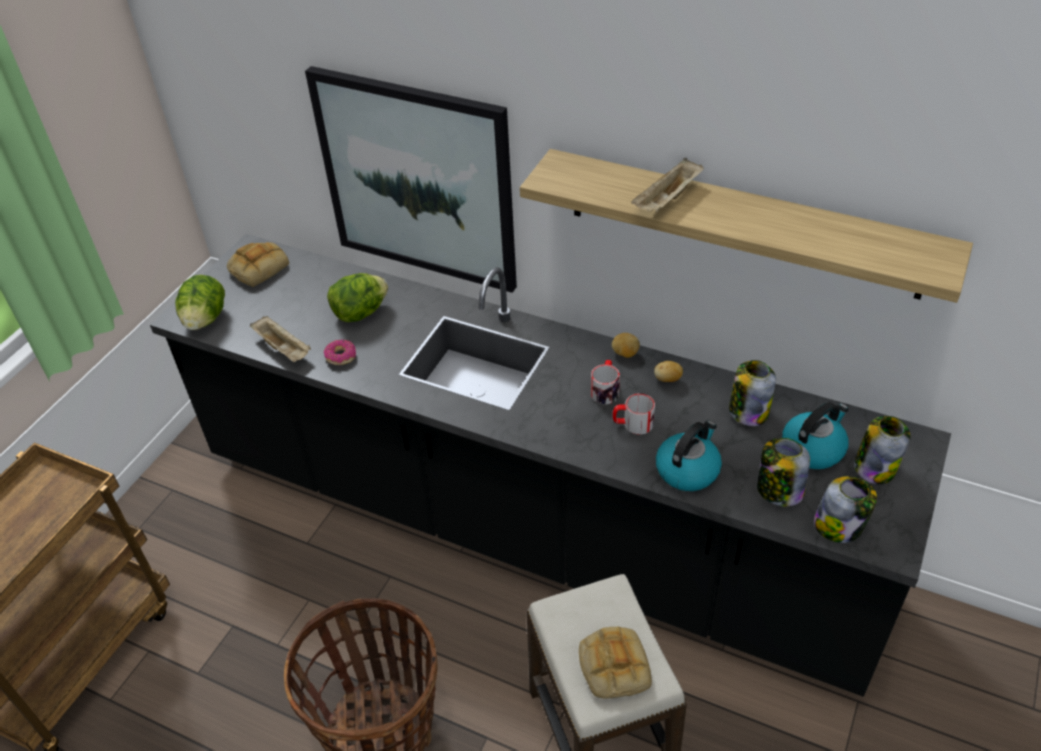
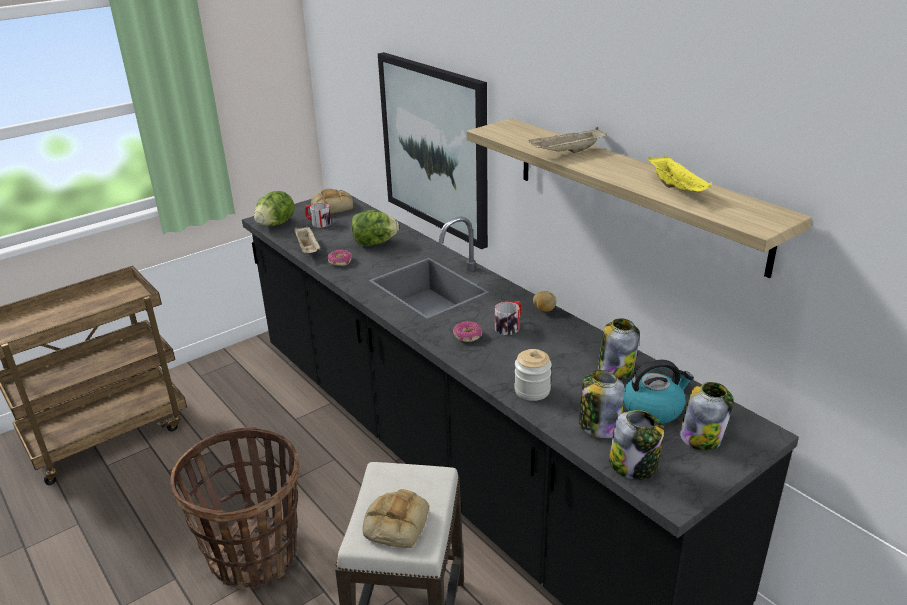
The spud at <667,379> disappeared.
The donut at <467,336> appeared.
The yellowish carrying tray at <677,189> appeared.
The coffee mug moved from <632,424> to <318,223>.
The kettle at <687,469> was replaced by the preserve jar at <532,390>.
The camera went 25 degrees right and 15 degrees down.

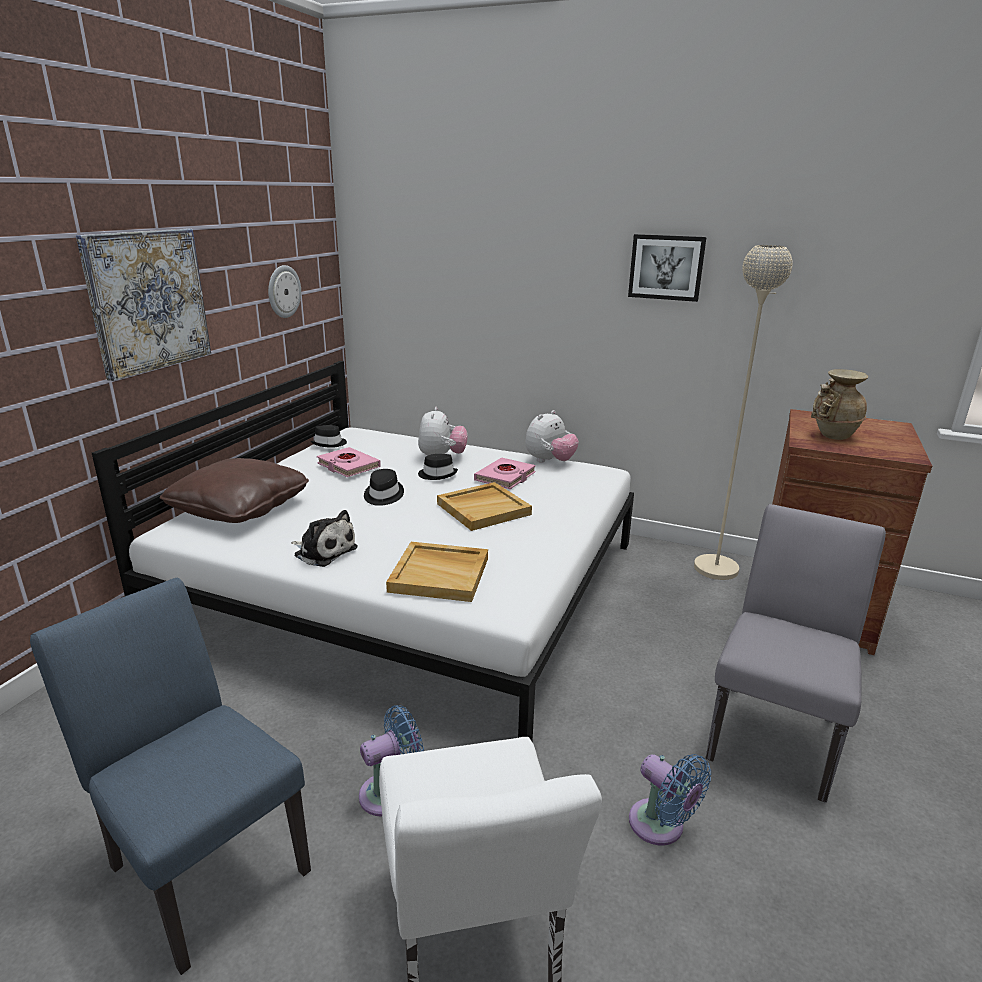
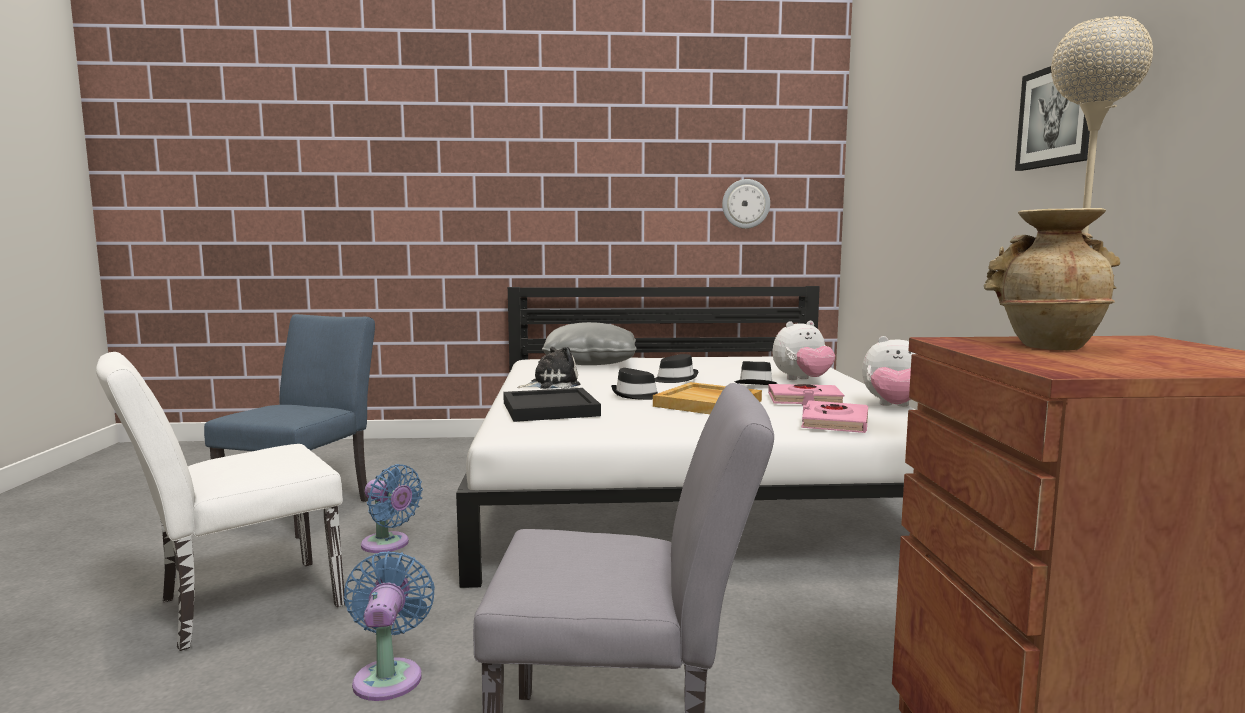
The wall art at <148,301> disappeared.
The black-coloured wearable hat moved from <330,444> to <636,396>.
The pink-coloured volume moved from <348,466> to <834,423>.
The brown-coloured pillow at <240,508> became the greyish pillow at <590,363>.
The beige carrying tray at <440,574> became the black-coloured carrying tray at <551,409>.
The plush toy at <323,551> turned 120 degrees counterclockwise.
The blue-coloured electric fan at <661,826> turned 150 degrees clockwise.
The camera went 65 degrees right and 15 degrees down.

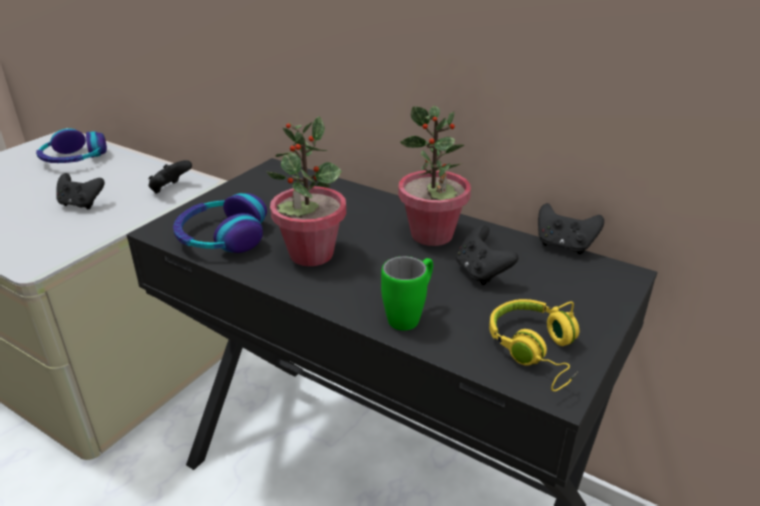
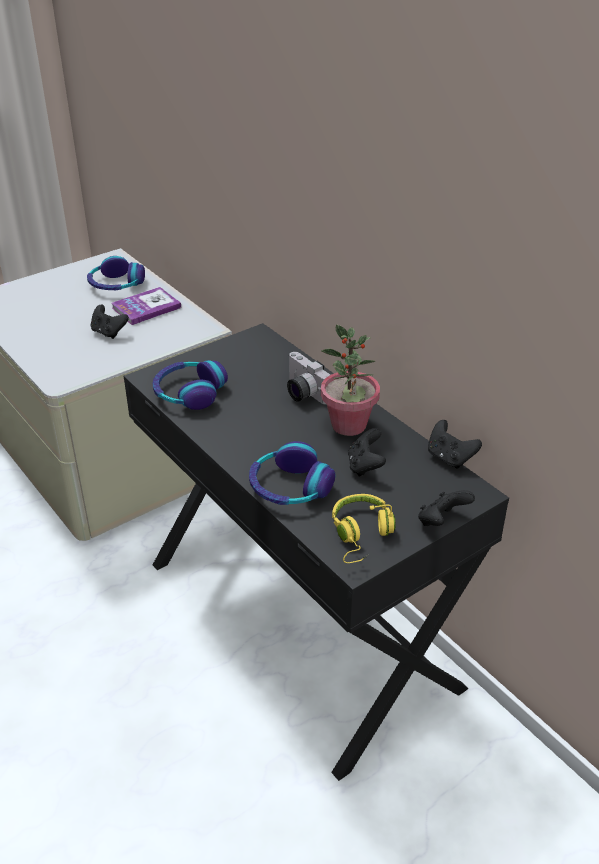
The plant in a pot at <311,254> disappeared.
The volume at <146,307> appeared.
The photo camera at <302,393> appeared.
The black-coloured gamepad moved from <170,189> to <441,522>.
The green-coloured coffee mug at <410,315> was replaced by the pair of headphones at <289,487>.
The camera went 20 degrees right and 5 degrees up.

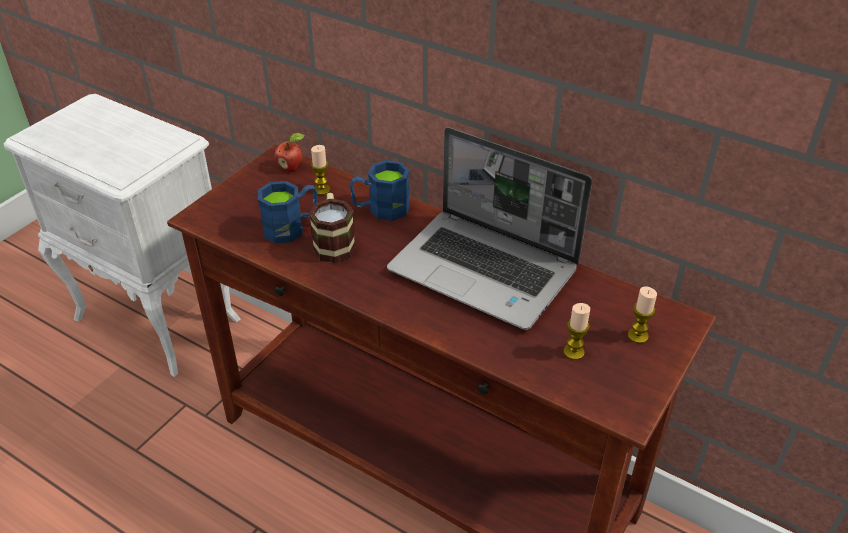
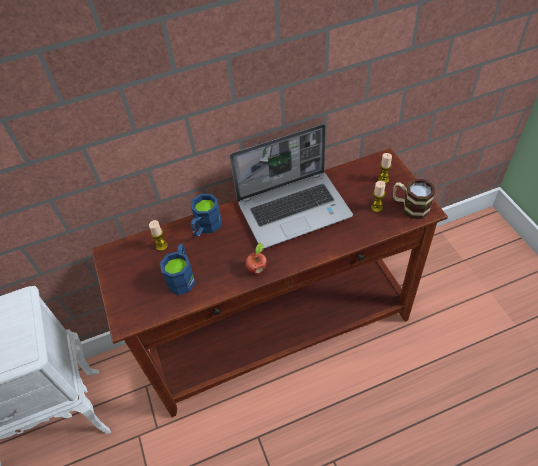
The apple fruit moved from <291,167> to <257,268>.
The coffee mug moved from <334,243> to <410,207>.
The camera went 50 degrees left and 10 degrees up.

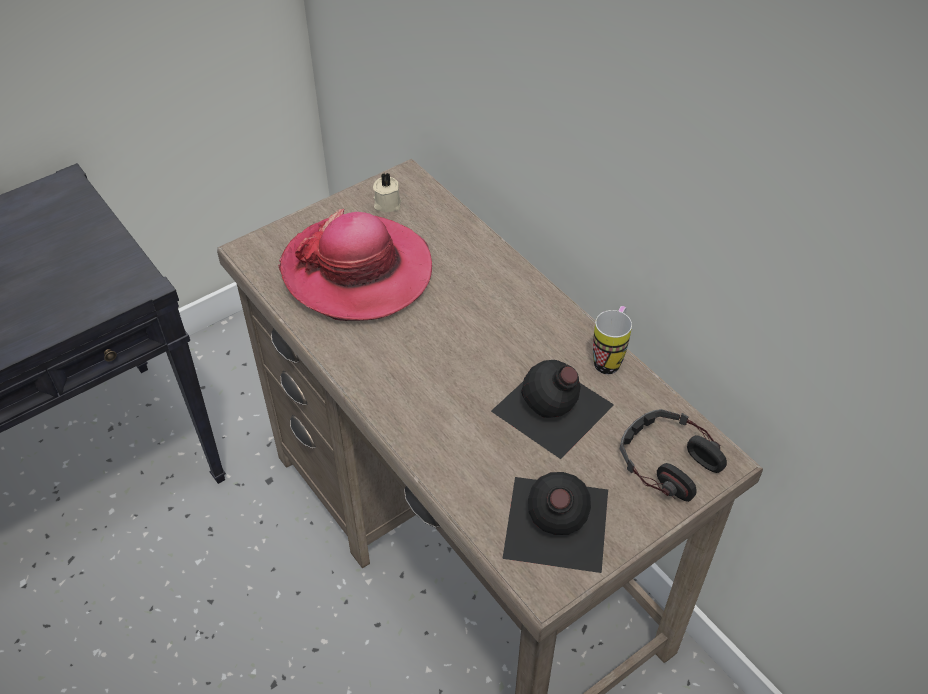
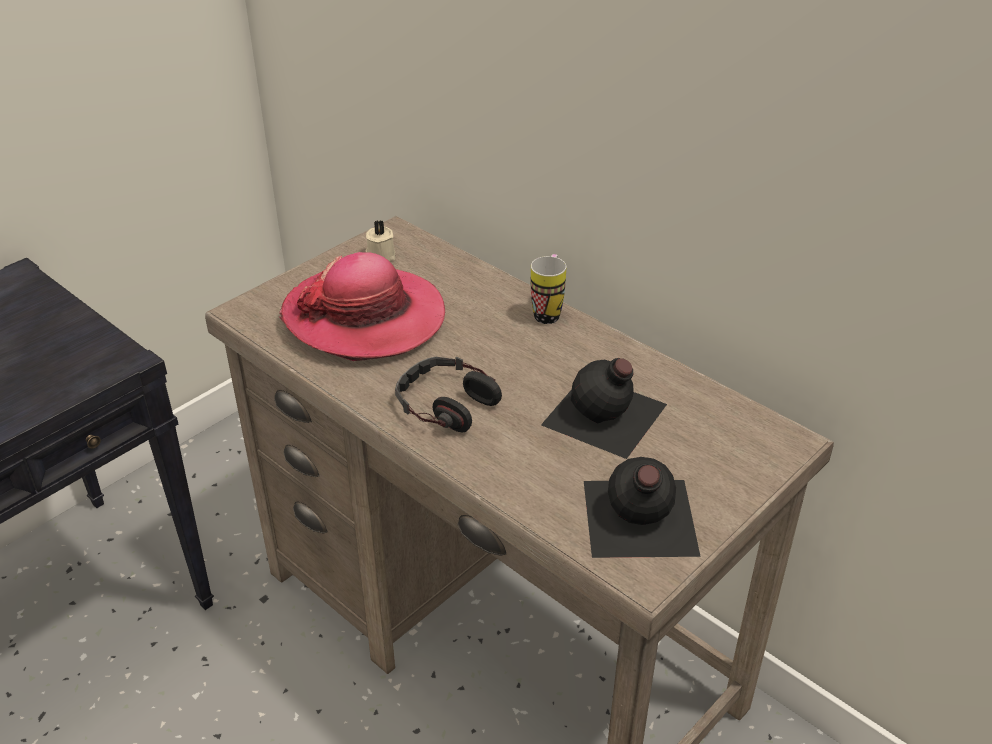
The coffee mug moved from <609,358> to <548,312>.
The pair of headphones moved from <667,462> to <446,404>.
The camera went 10 degrees left and 10 degrees down.

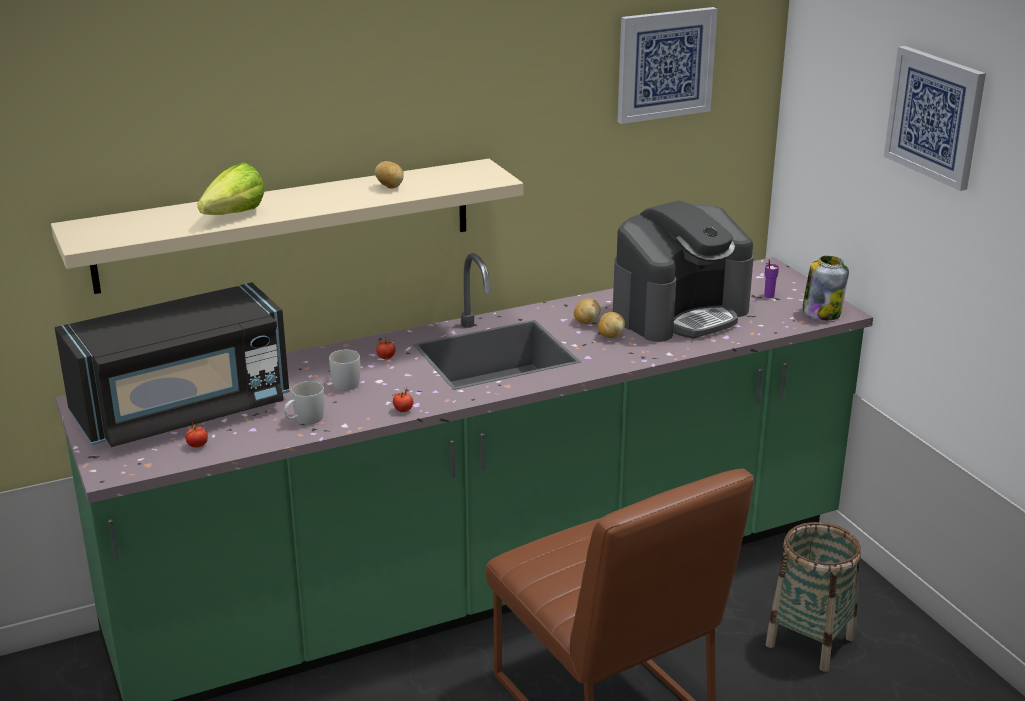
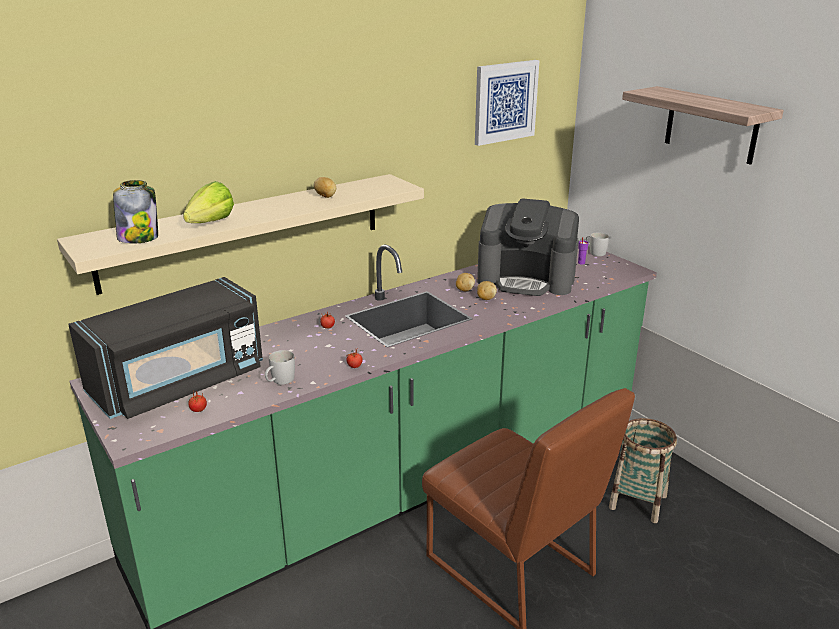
The white-coloured coffee mug moved from <343,382> to <594,252>.
The preserve jar moved from <821,313> to <139,238>.
The wall art at <935,116> was replaced by the bracket shelf at <711,125>.
The coffee brewer at <680,313> turned 60 degrees clockwise.
The camera went 10 degrees left and 0 degrees up.

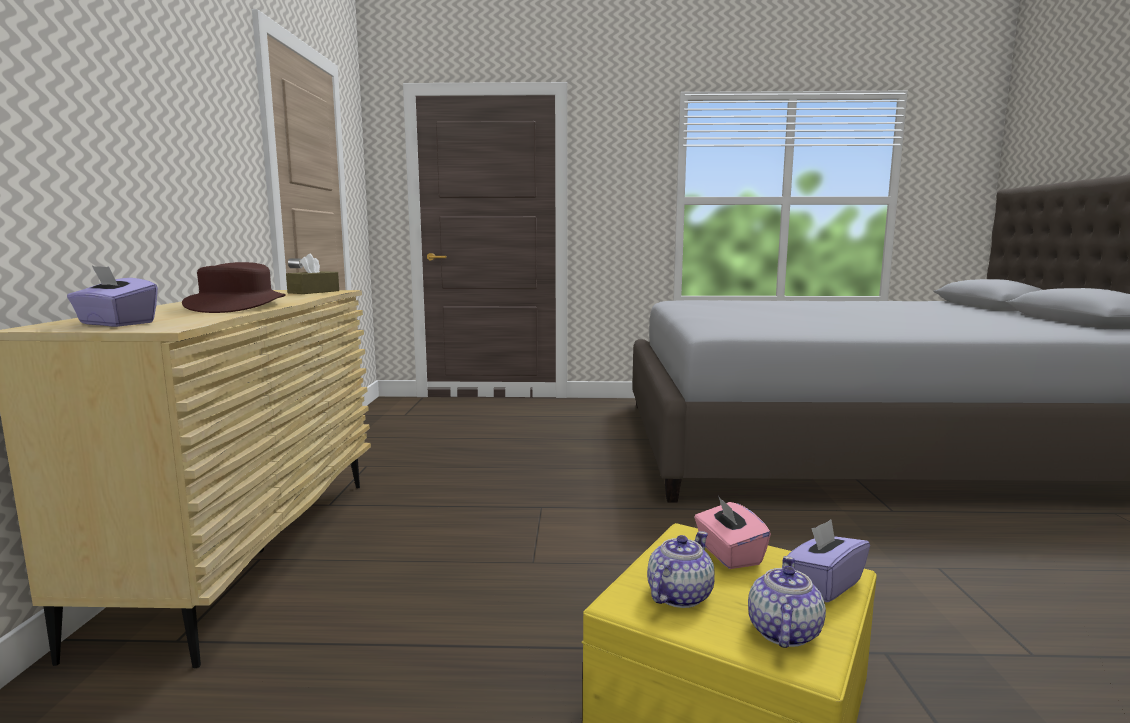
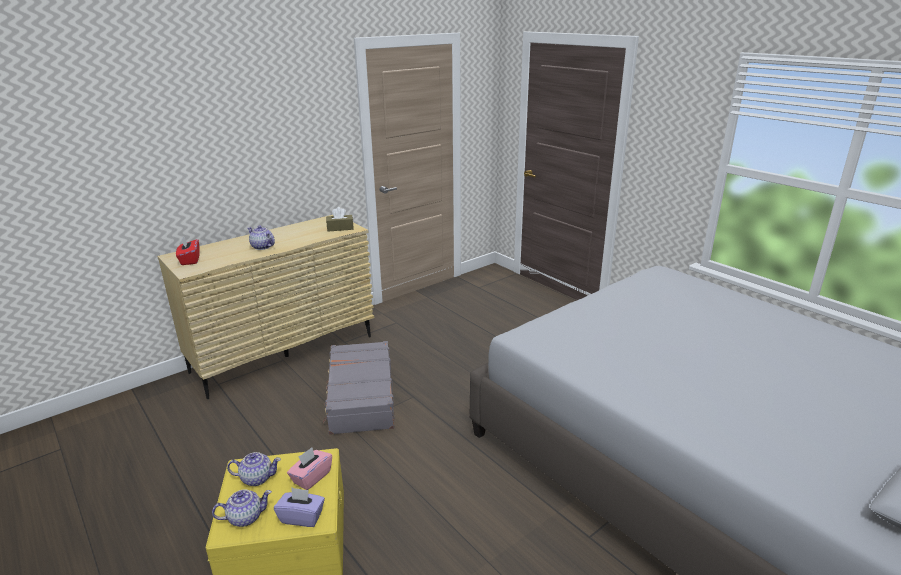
The greyish piece of luggage at <360,397> appeared.
The brown-coloured wearable hat at <237,306> was replaced by the pot for tea at <262,247>.
The purplish tissue box at <116,324> became the red tissue box at <190,260>.
The camera went 50 degrees right and 15 degrees up.

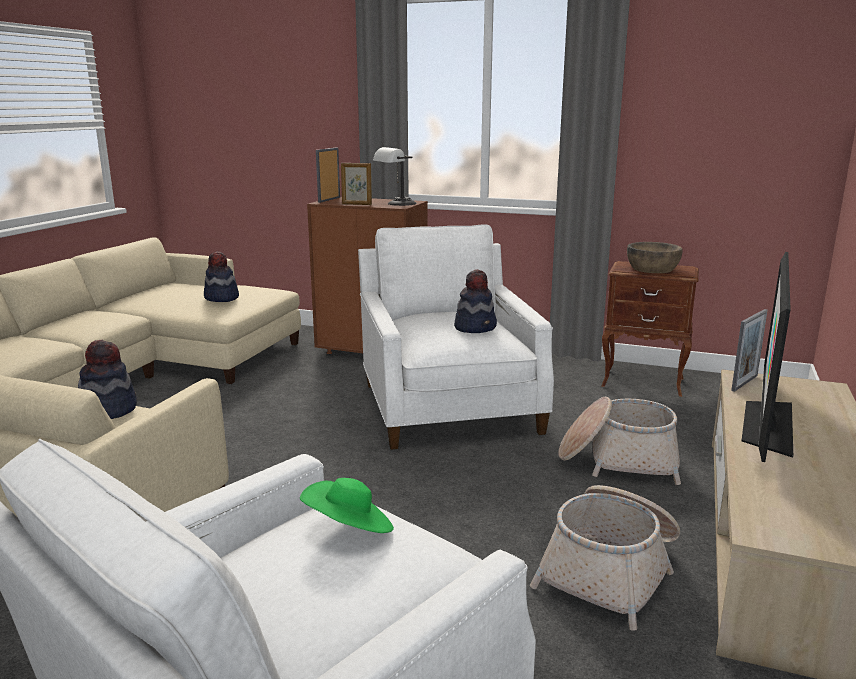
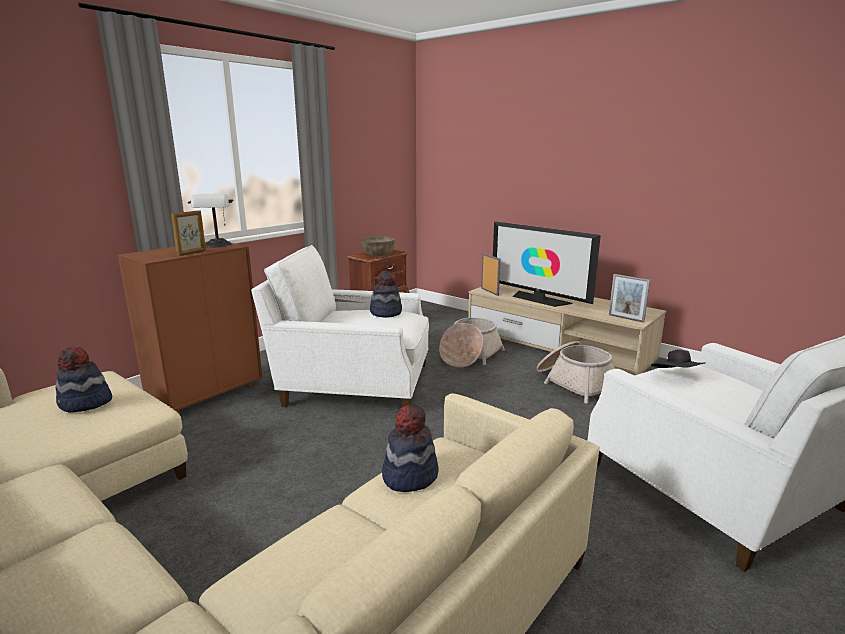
The picture frame moved from <329,200> to <626,318>.
The green-coloured wearable hat at <349,529> became the black-coloured wearable hat at <676,376>.
The camera went 70 degrees left and 0 degrees up.

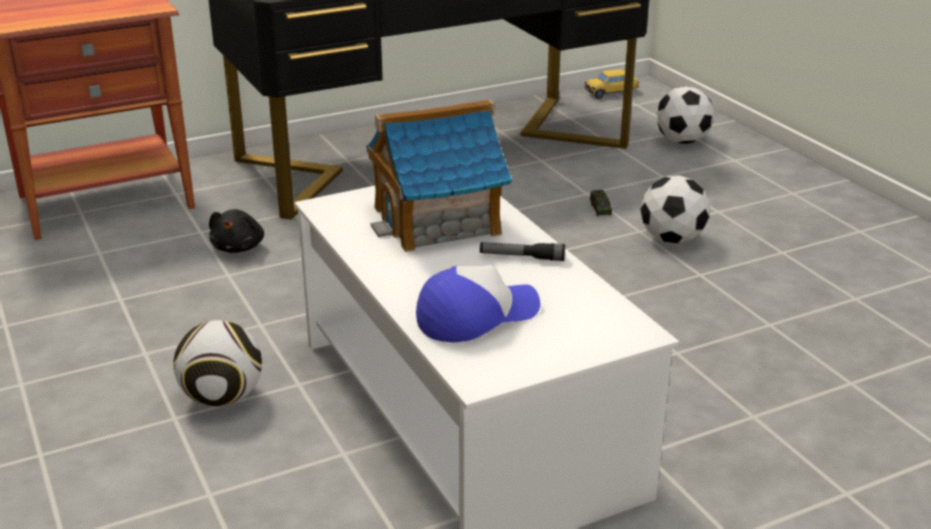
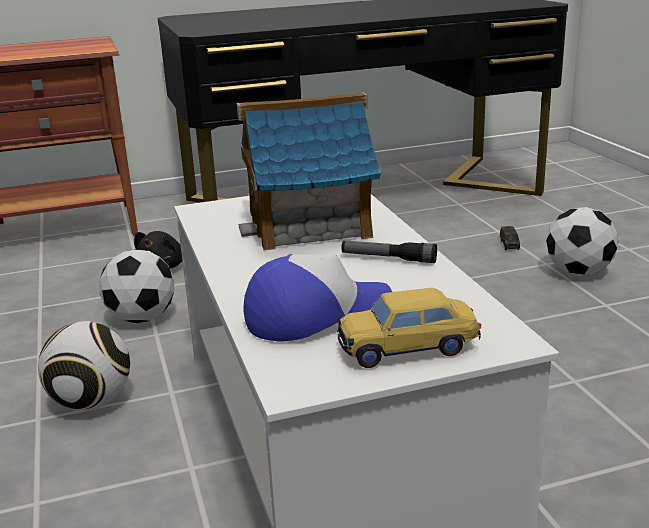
The model car moved from <611,93> to <408,349>.
The football moved from <682,141> to <142,318>.
The camera went 10 degrees right and 5 degrees down.

